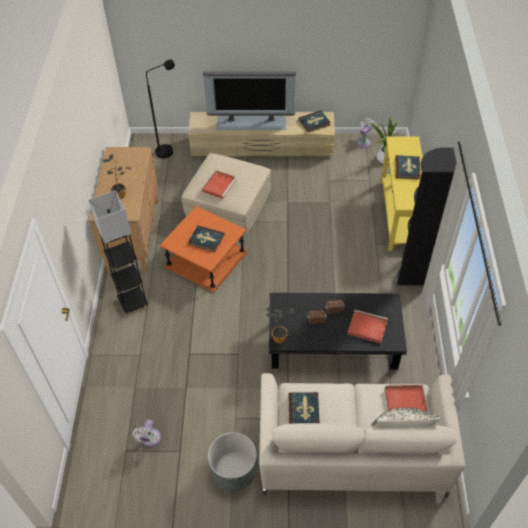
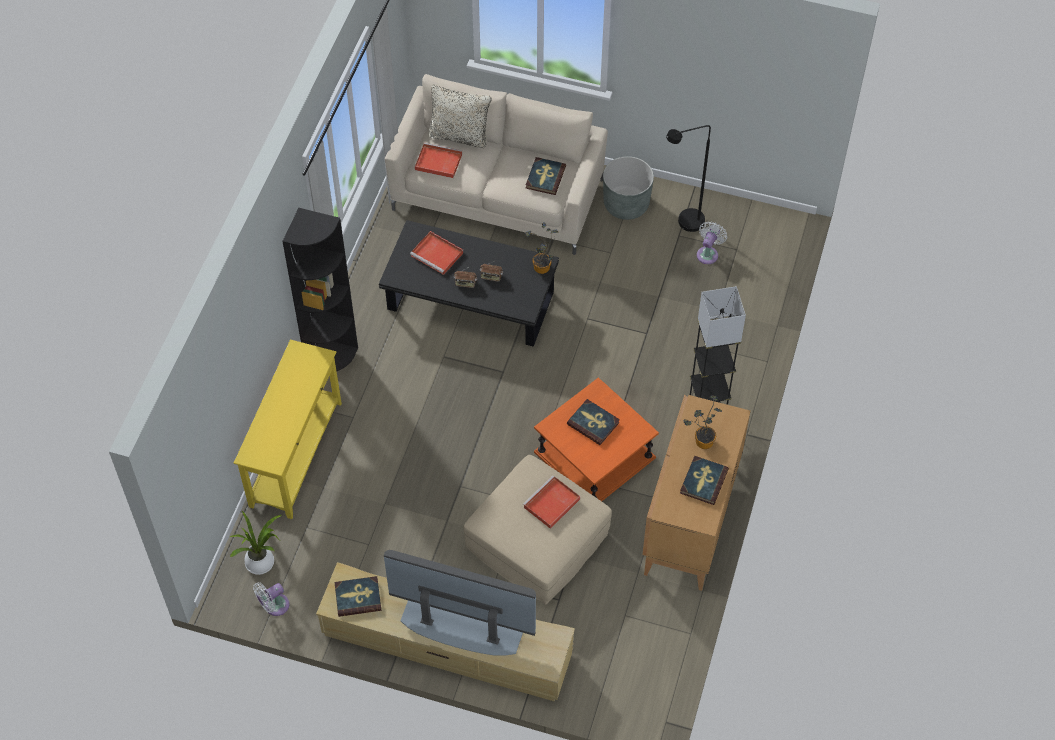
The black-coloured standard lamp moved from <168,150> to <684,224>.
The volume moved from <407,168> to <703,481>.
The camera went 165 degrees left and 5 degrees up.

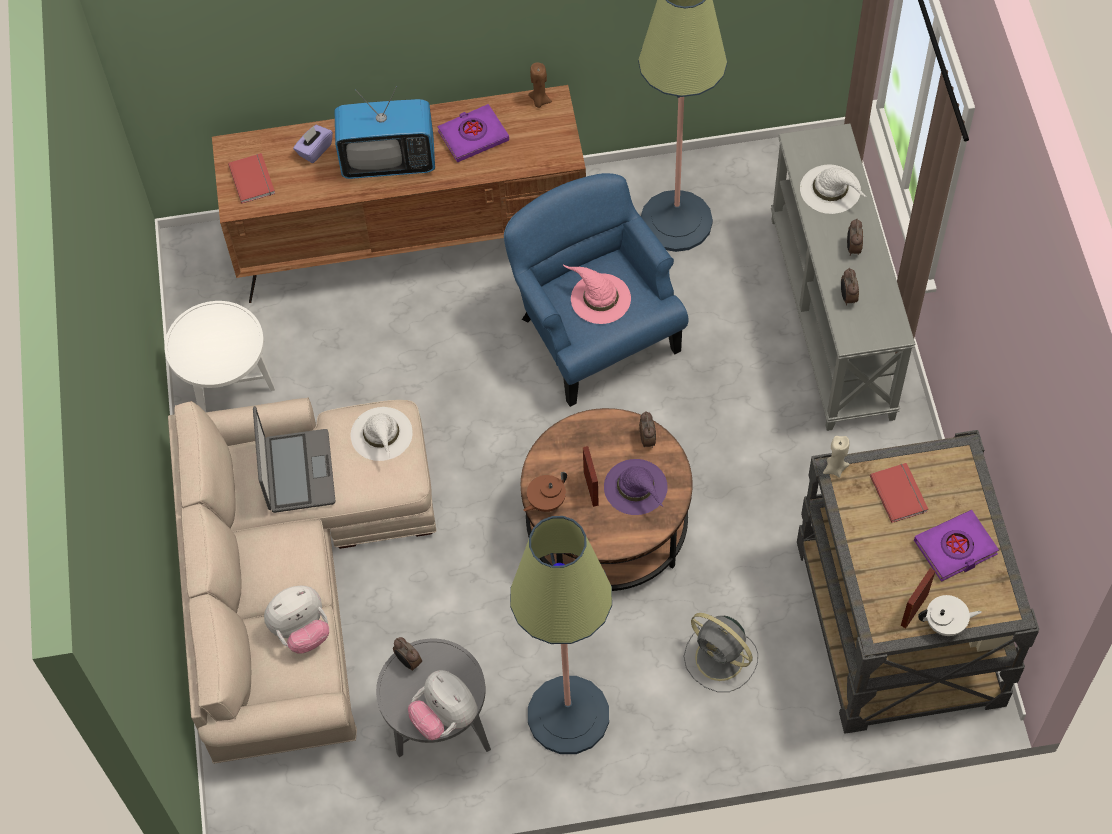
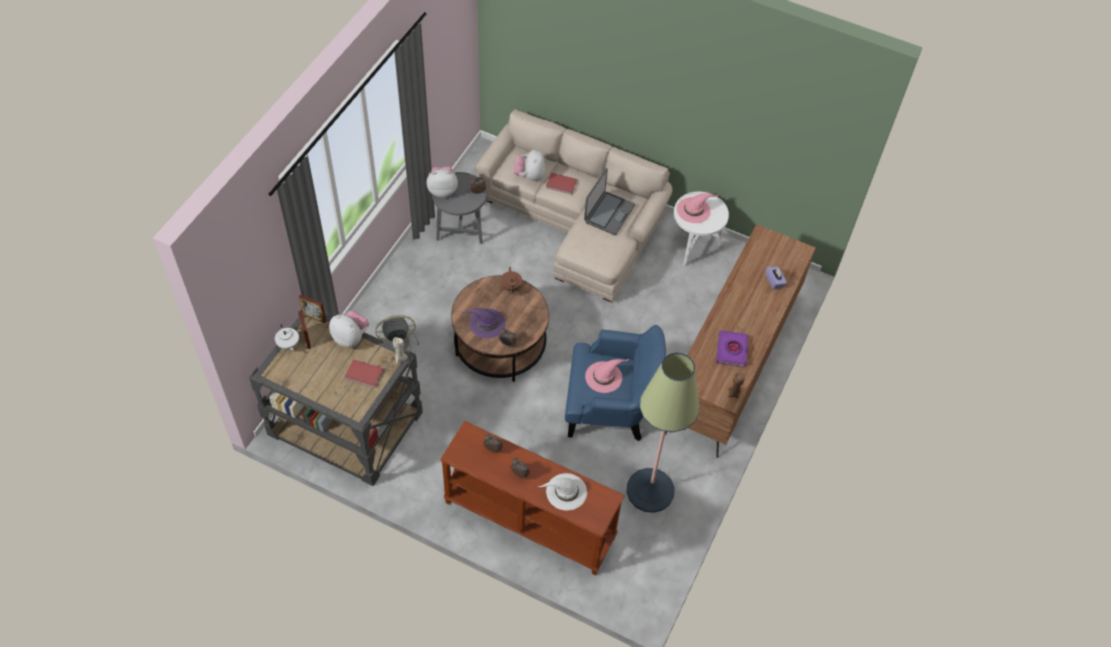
The TV at <388,161> disappeared.
The white-coloured wearable hat at <382,434> disappeared.
The standard lamp at <568,715> disappeared.
The purplish volume at <955,548> disappeared.
The plush toy at <351,337> appeared.
The pink-coloured wearable hat at <694,210> appeared.
The red volume moved from <253,179> to <561,185>.
The picture frame moved from <591,488> to <314,318>.
The greyish narrow table at <833,317> became the brown-coloured narrow table at <528,521>.
The notebook computer at <297,472> turned 90 degrees counterclockwise.
The white-coloured pot for tea at <945,624> turned 60 degrees counterclockwise.
The camera went 120 degrees right and 5 degrees down.

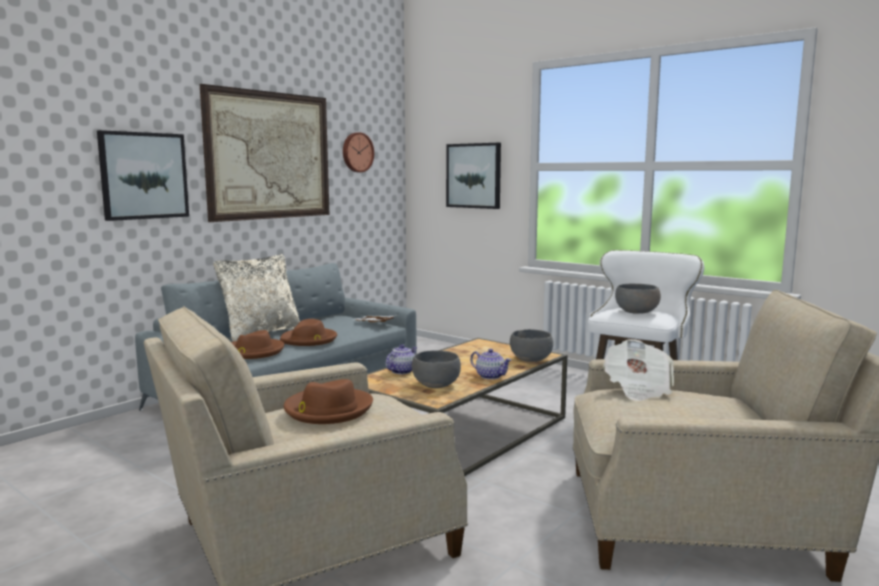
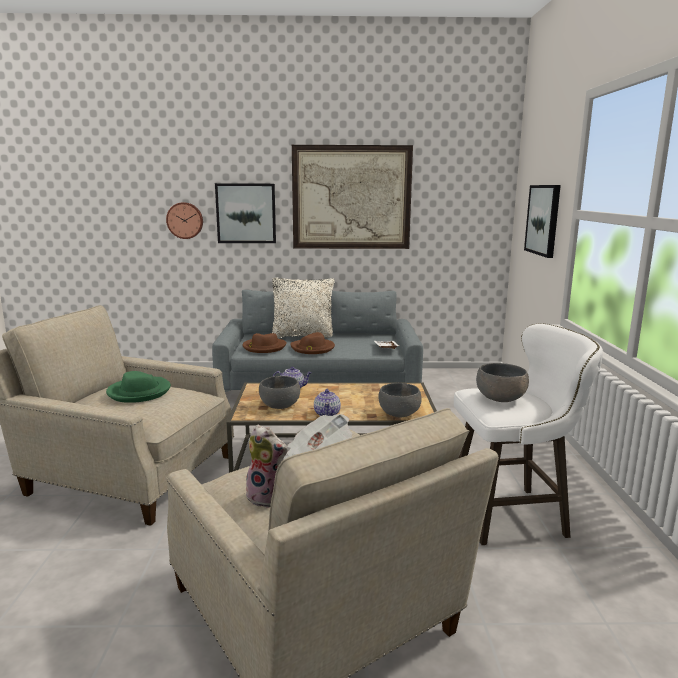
The plush toy at <268,497> appeared.
The clock on the wall moved from <357,152> to <185,220>.
The brown-coloured wearable hat at <328,409> became the green-coloured wearable hat at <139,392>.
The camera went 50 degrees right and 5 degrees up.

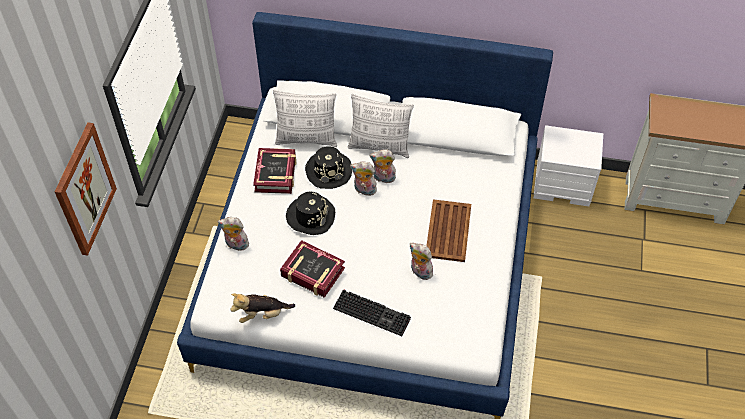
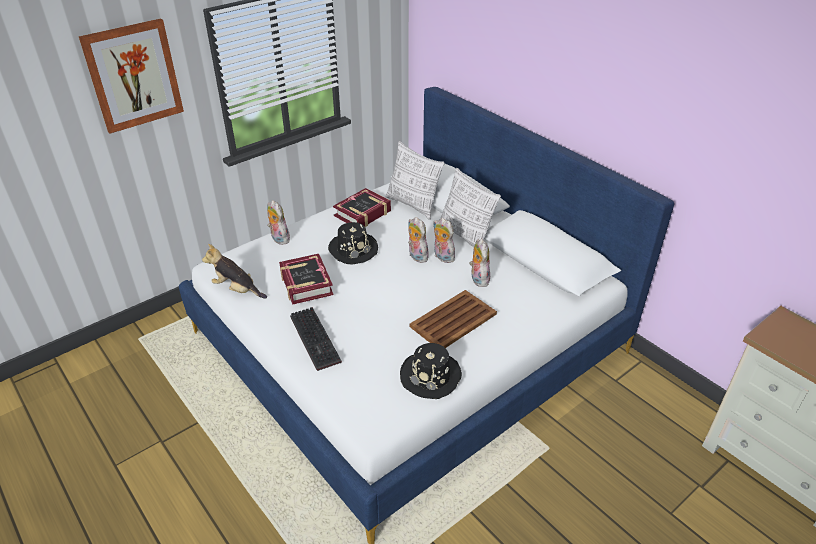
The white-coloured night table at <563,184> disappeared.
The black-coloured wearable hat moved from <328,170> to <431,376>.
The plush toy moved from <419,272> to <478,279>.
The camera went 40 degrees right and 15 degrees down.

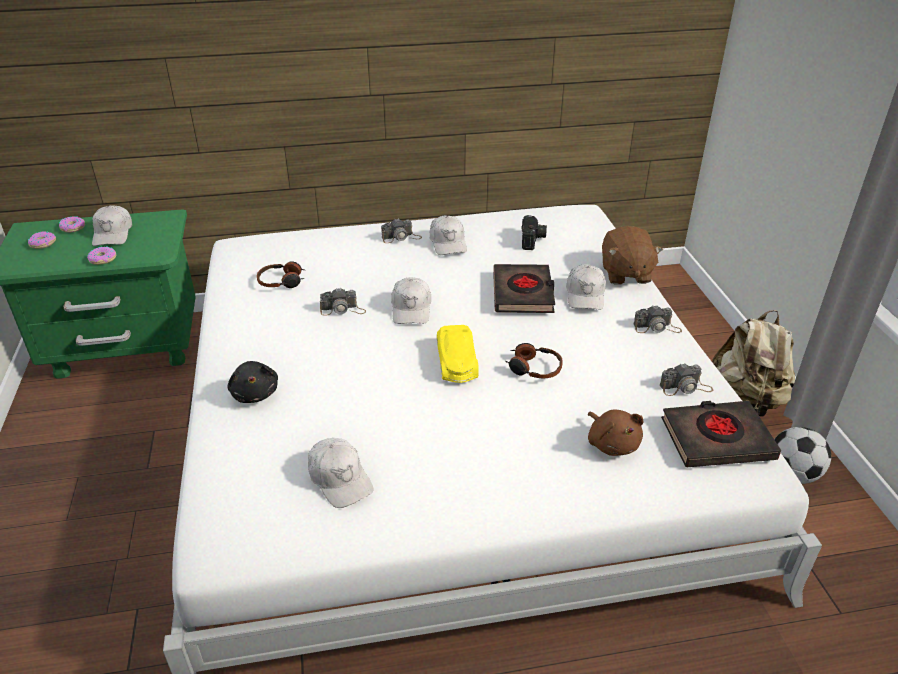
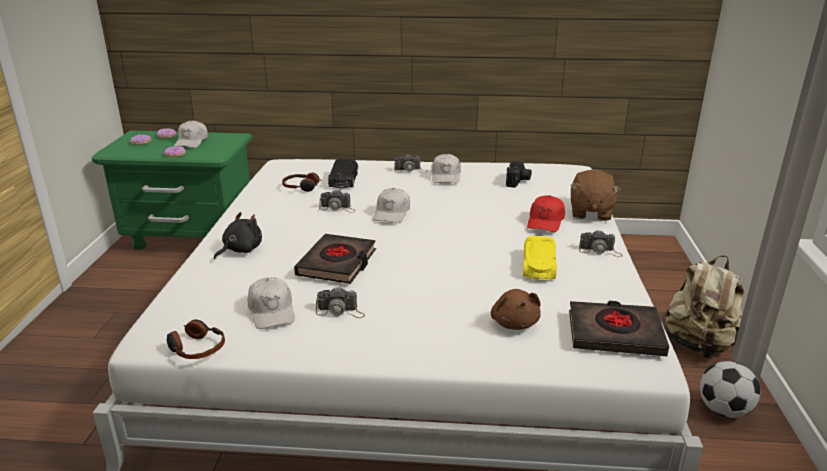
The black-coloured model car at <343,180> appeared.
The yellowish model car moved from <457,362> to <538,266>.
The black-coloured volume moved from <523,293> to <337,263>.
The pair of headphones moved from <533,368> to <196,348>.
The photo camera moved from <685,387> to <340,311>.
The white-coloured cap at <585,295> became the red cap at <545,221>.
The black-coloured plush toy at <255,393> turned 135 degrees counterclockwise.
The camera went 15 degrees right and 10 degrees down.

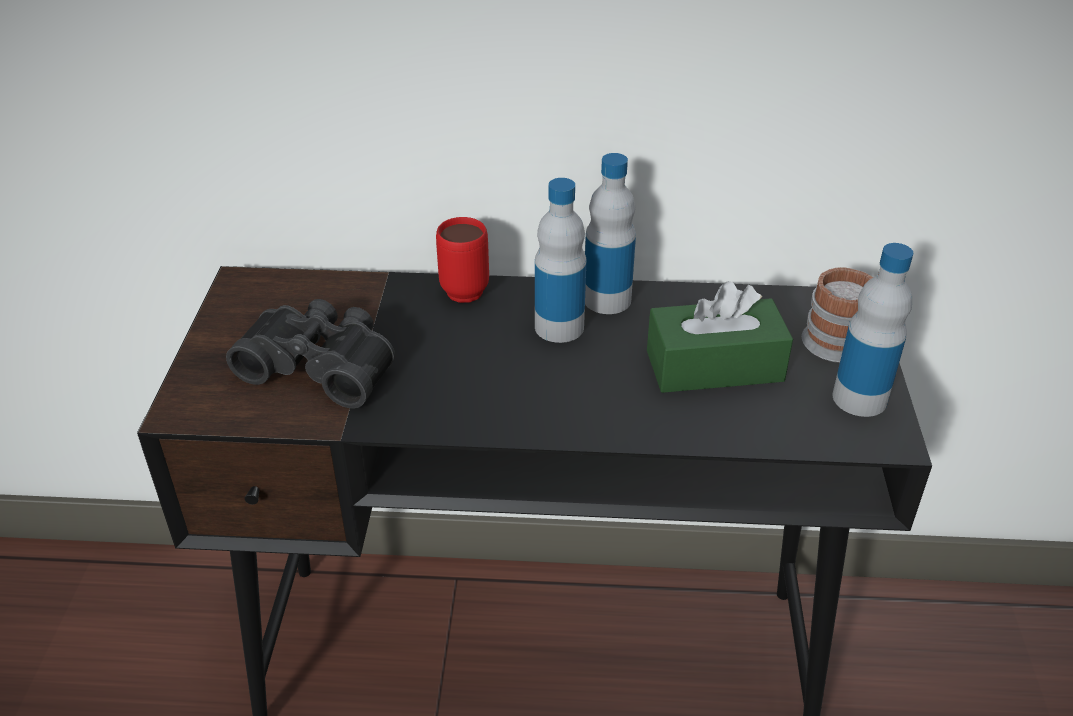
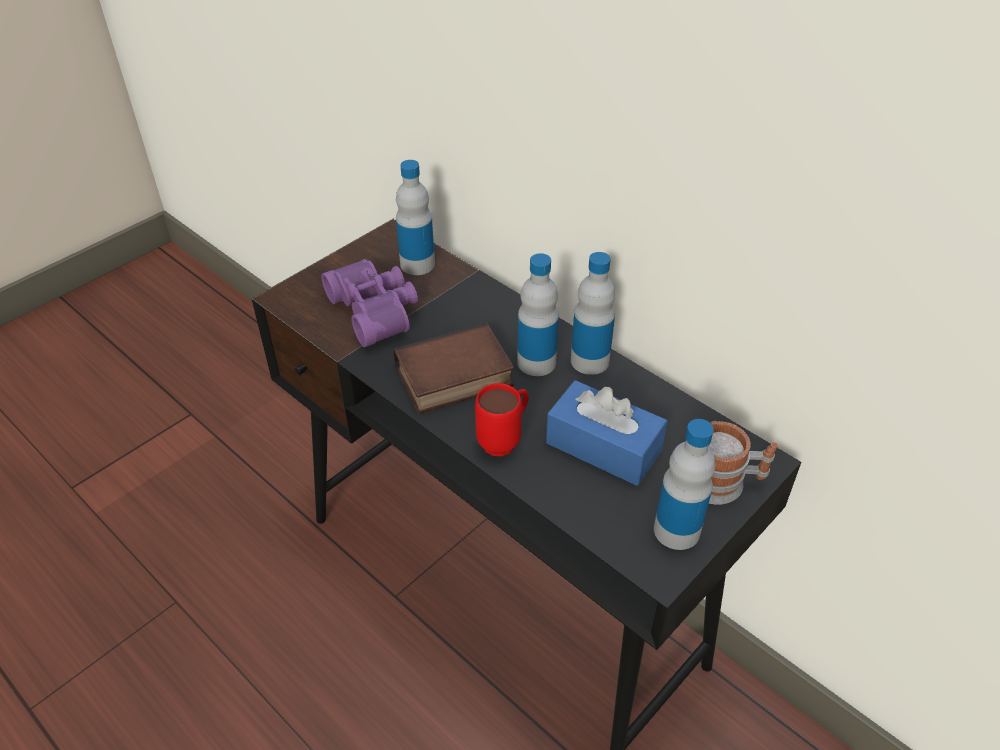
The volume at <453,378> appeared.
The bottle at <417,264> appeared.
The red coffee mug moved from <466,287> to <505,440>.
The black-coloured binoculars at <322,365> became the purplish binoculars at <376,310>.
The green-coloured tissue box at <714,366> became the blue-coloured tissue box at <603,447>.
The camera went 40 degrees right and 5 degrees up.

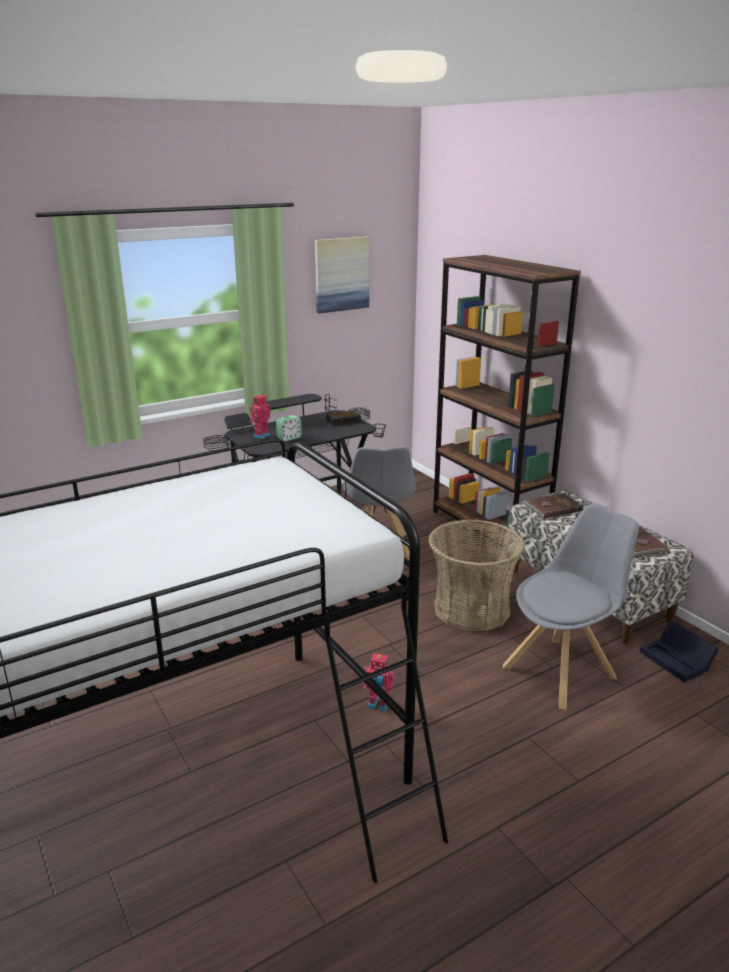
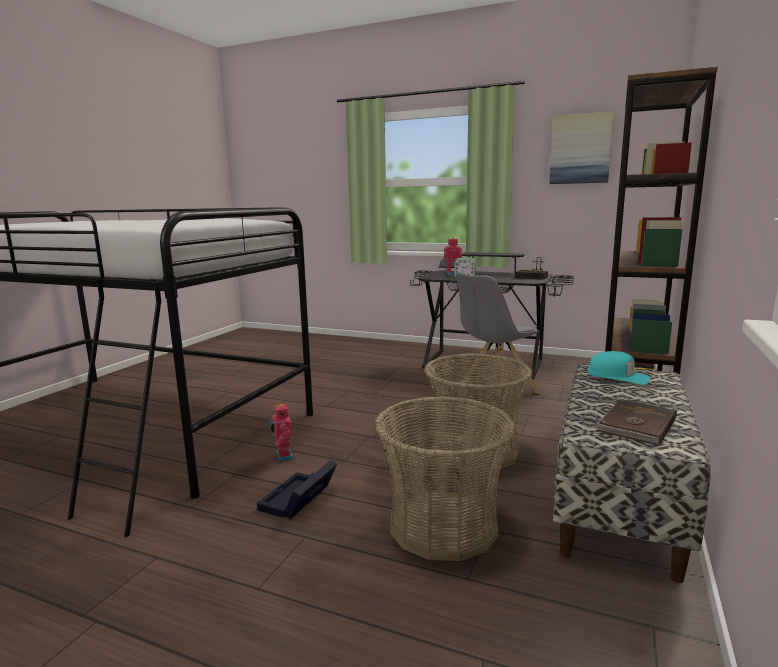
The black-coloured storage box moved from <678,661> to <298,500>.
The greyish upright chair at <562,670> was replaced by the storage basket at <443,526>.
The brown-coloured volume at <552,507> was replaced by the turquoise cap at <618,376>.
The camera went 55 degrees right and 10 degrees down.

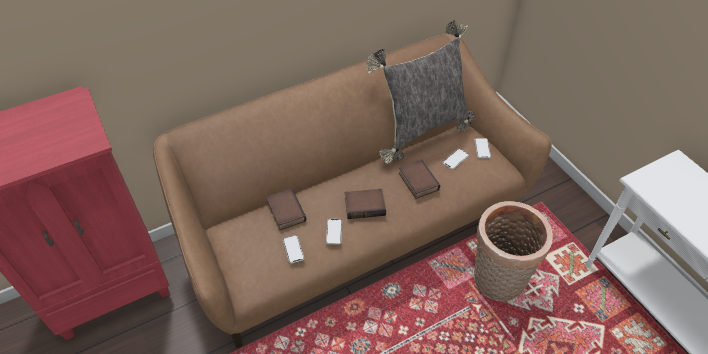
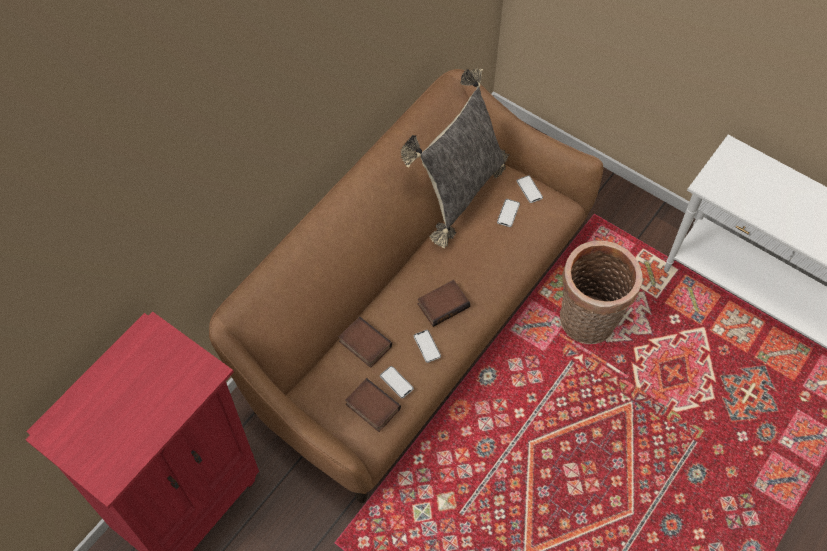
The volume moved from <417,181> to <371,407>.
The camera went 25 degrees left and 10 degrees up.

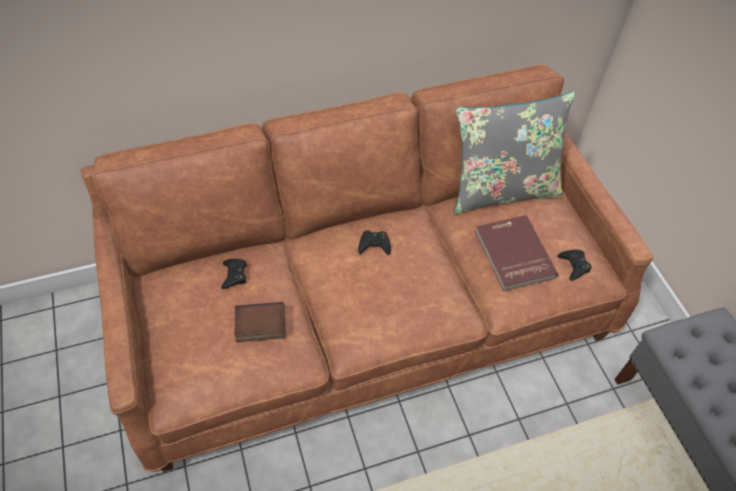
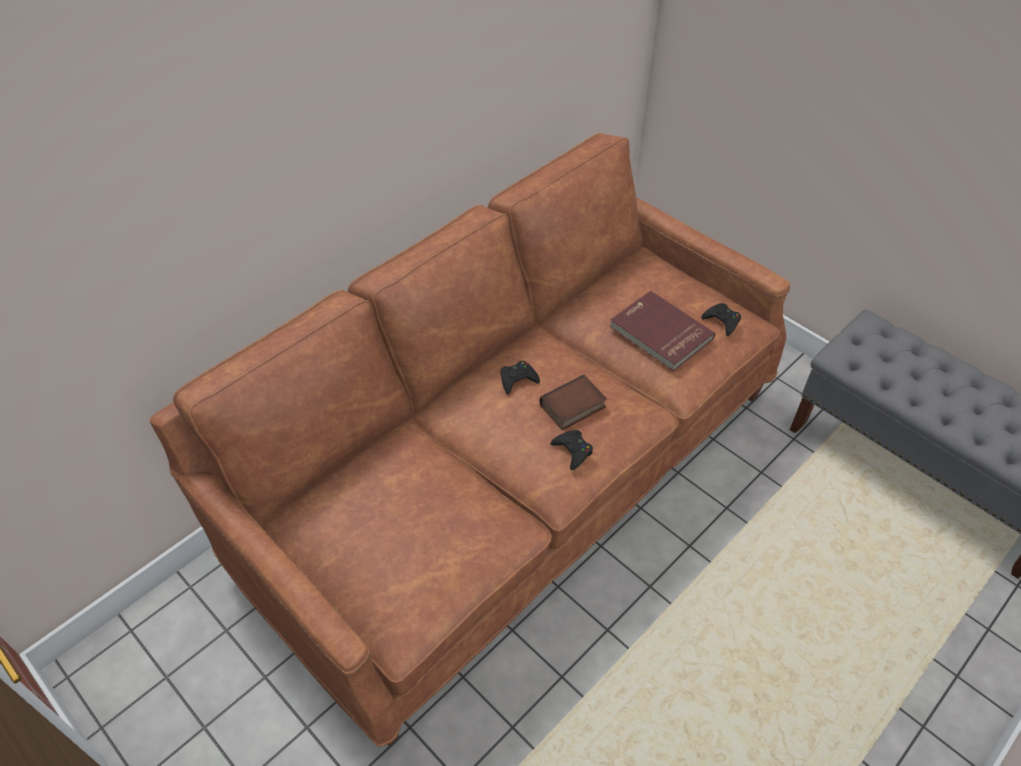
The greyish pillow at <502,190> disappeared.
The black-coloured gamepad moved from <234,275> to <573,451>.
The volume moved from <260,326> to <573,407>.
The camera went 25 degrees left and 5 degrees down.

